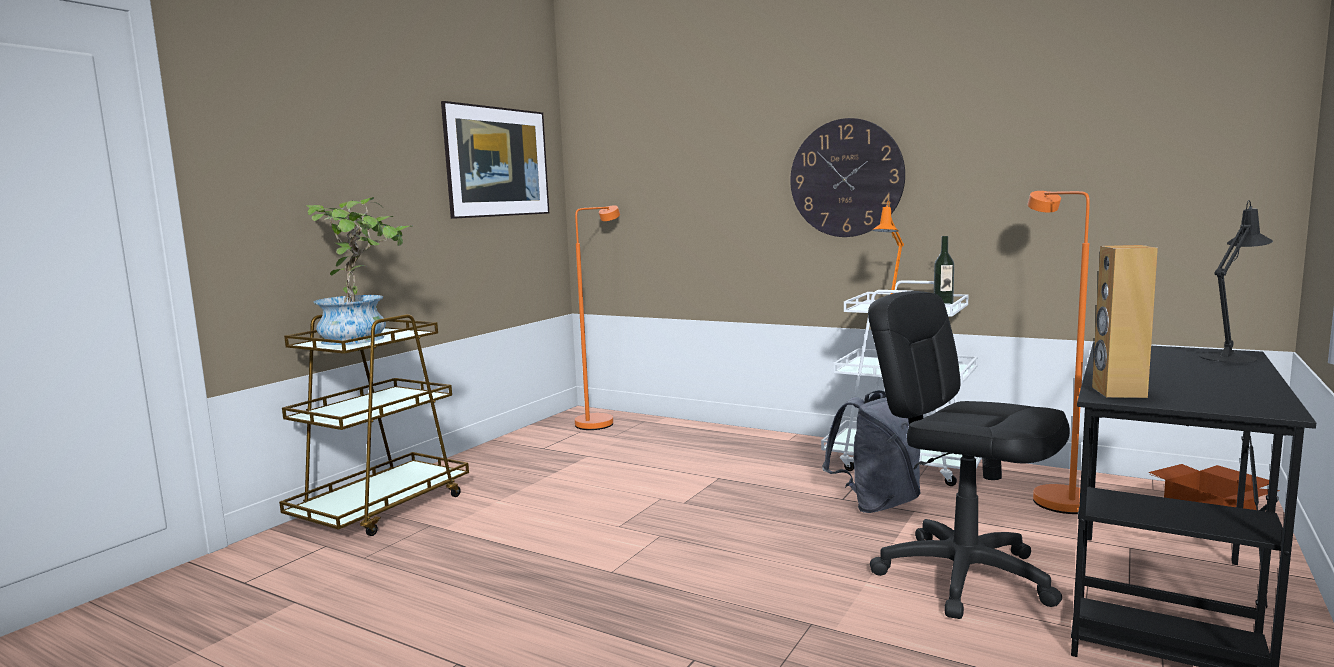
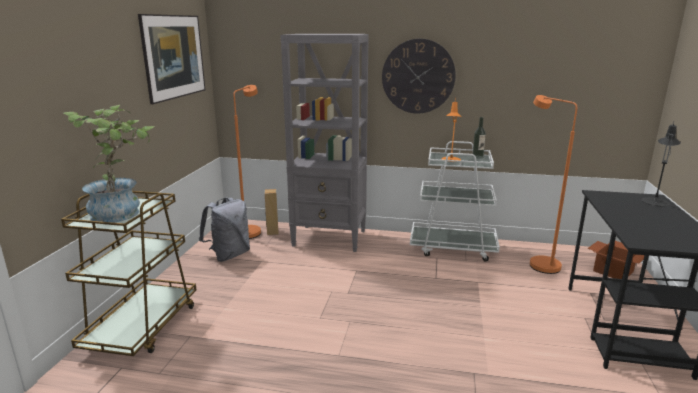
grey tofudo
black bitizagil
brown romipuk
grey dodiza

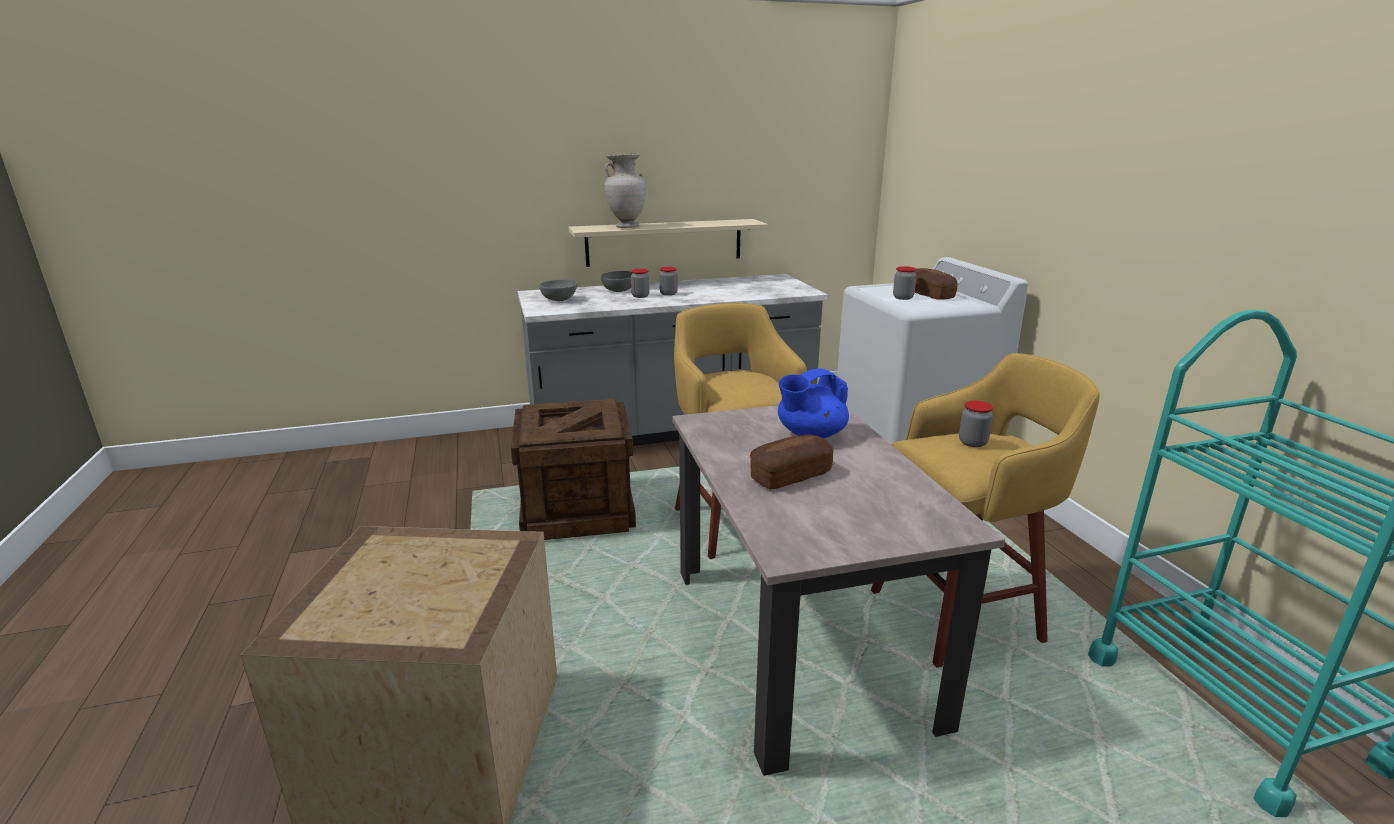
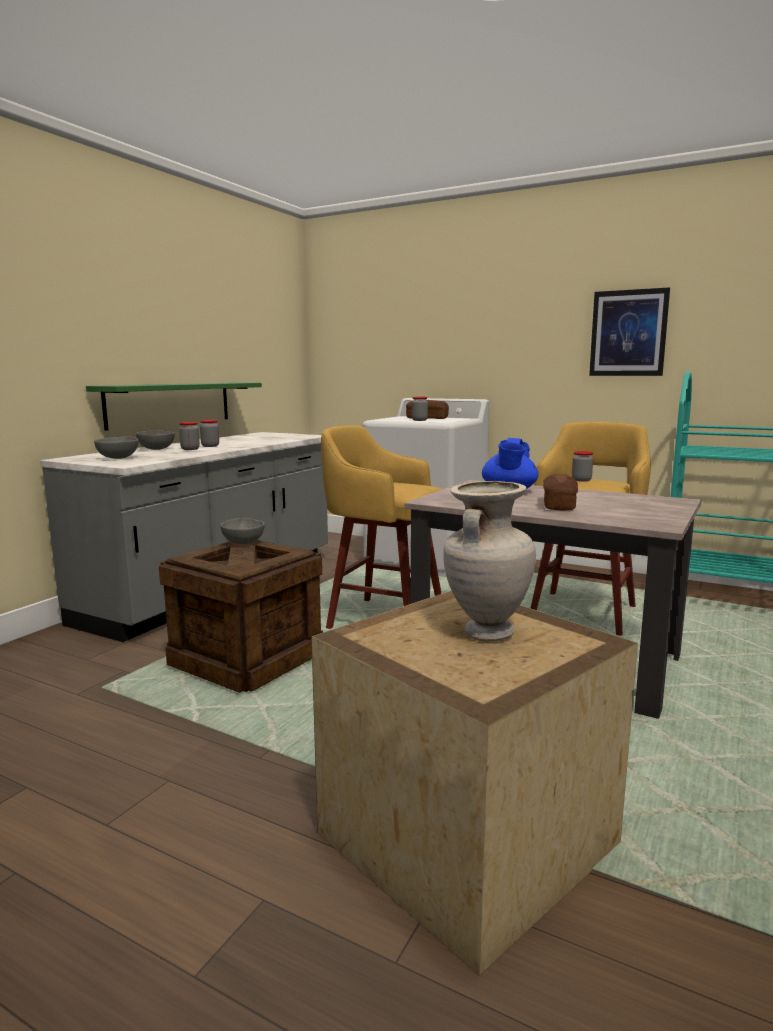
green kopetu
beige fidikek
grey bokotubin (3rd from left)
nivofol

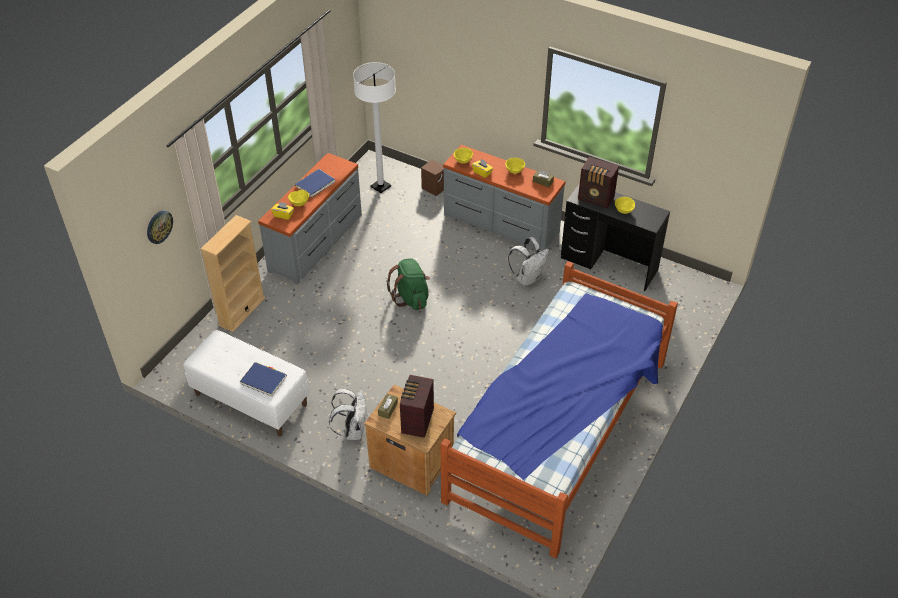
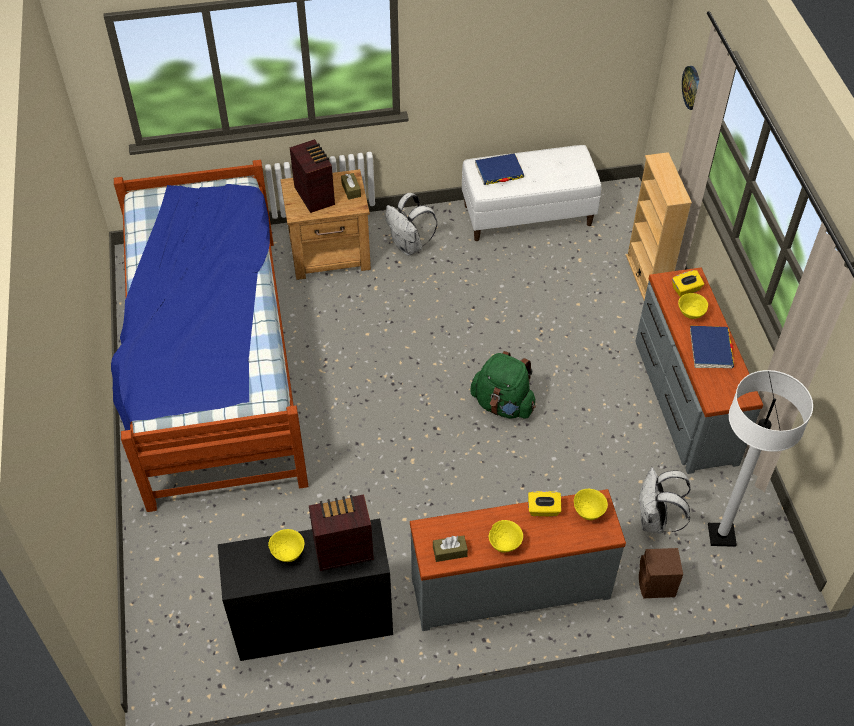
white tofudo (2nd from left)

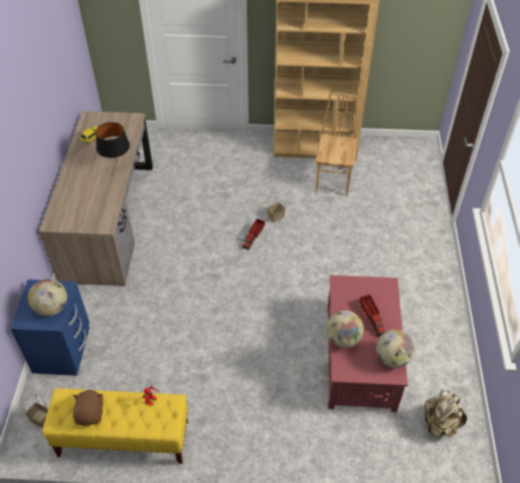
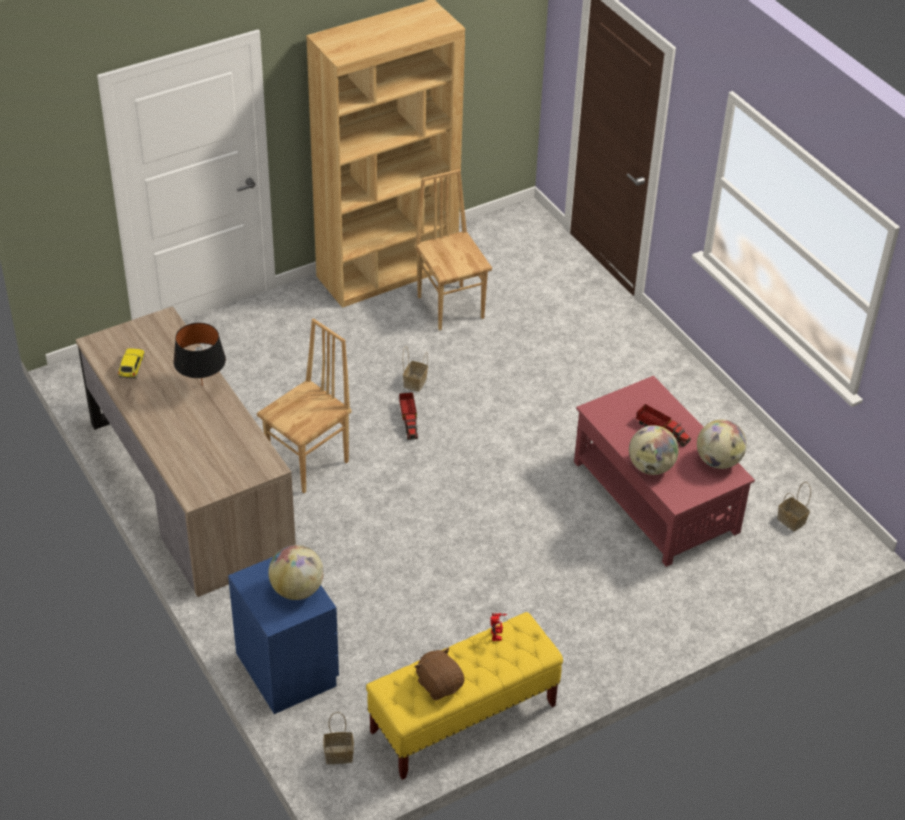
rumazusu (3rd from left)
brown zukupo (1st from left)

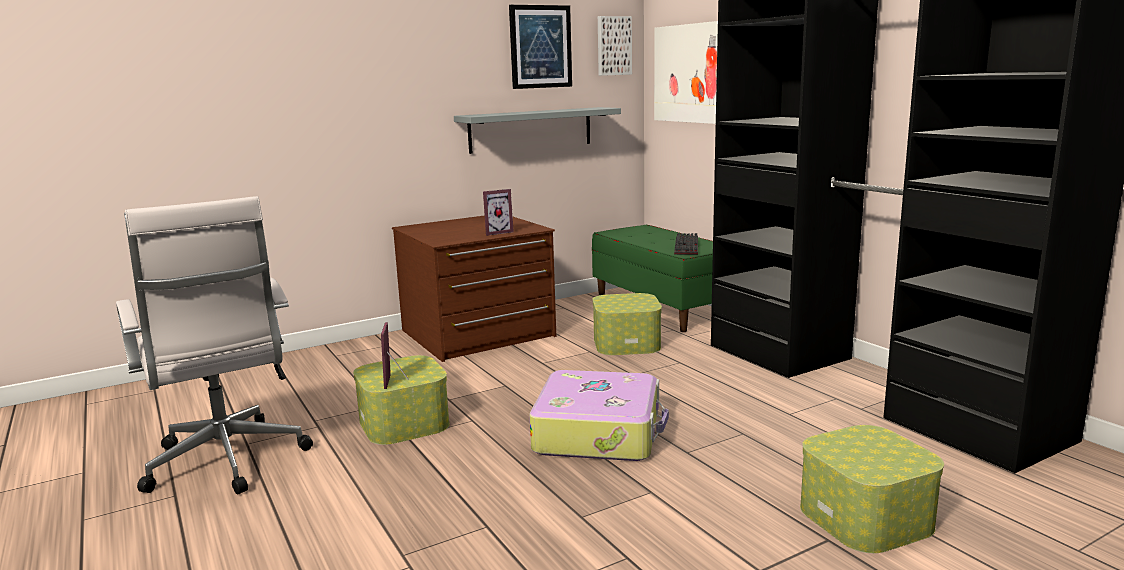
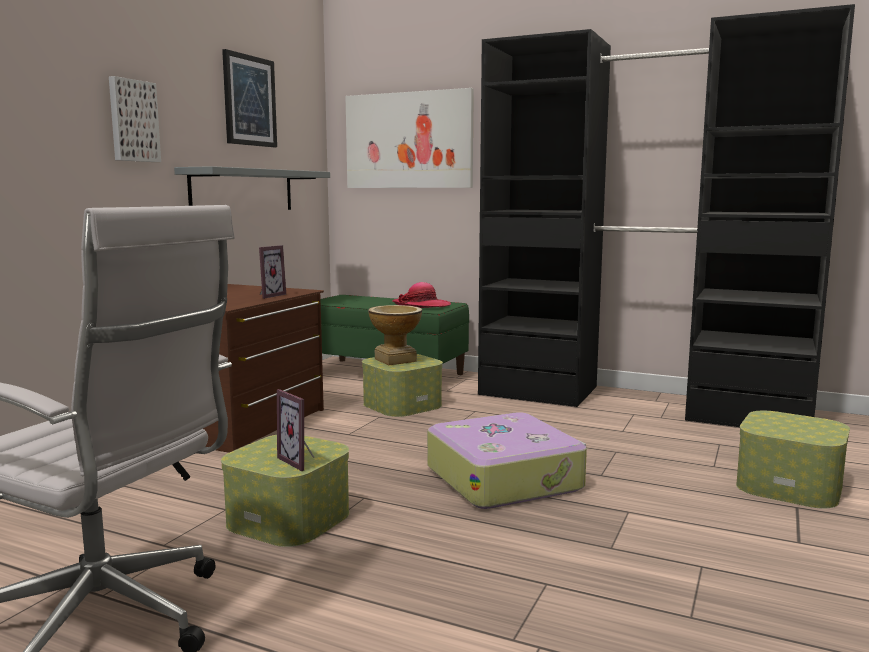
nivofol (1st from left)
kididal
fidikek

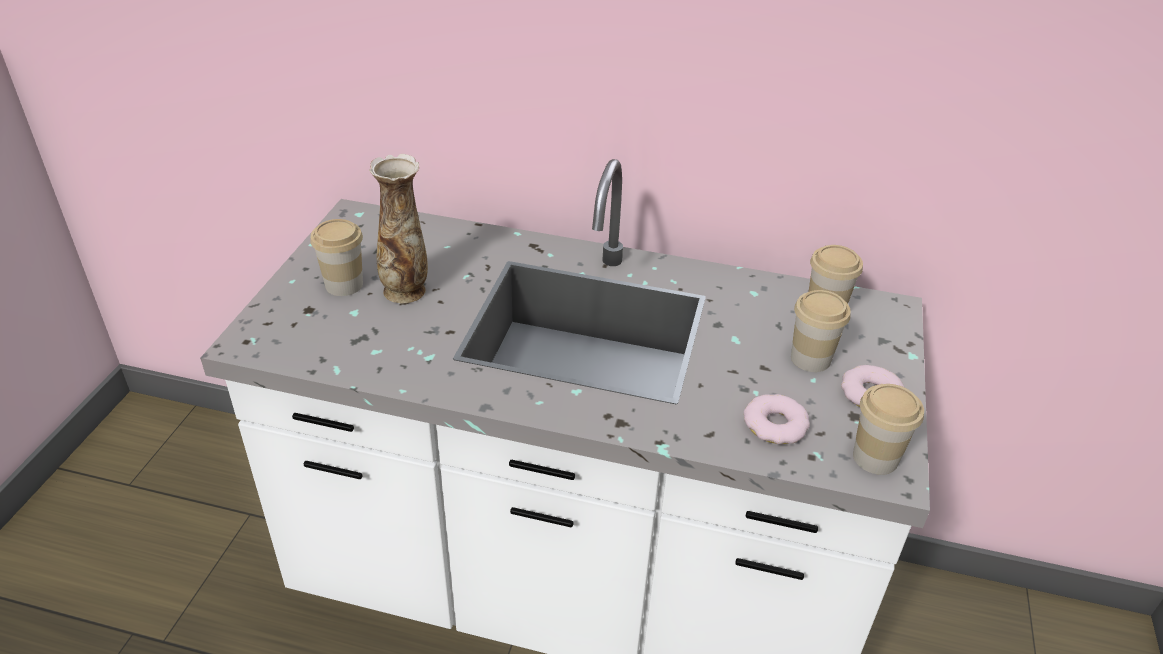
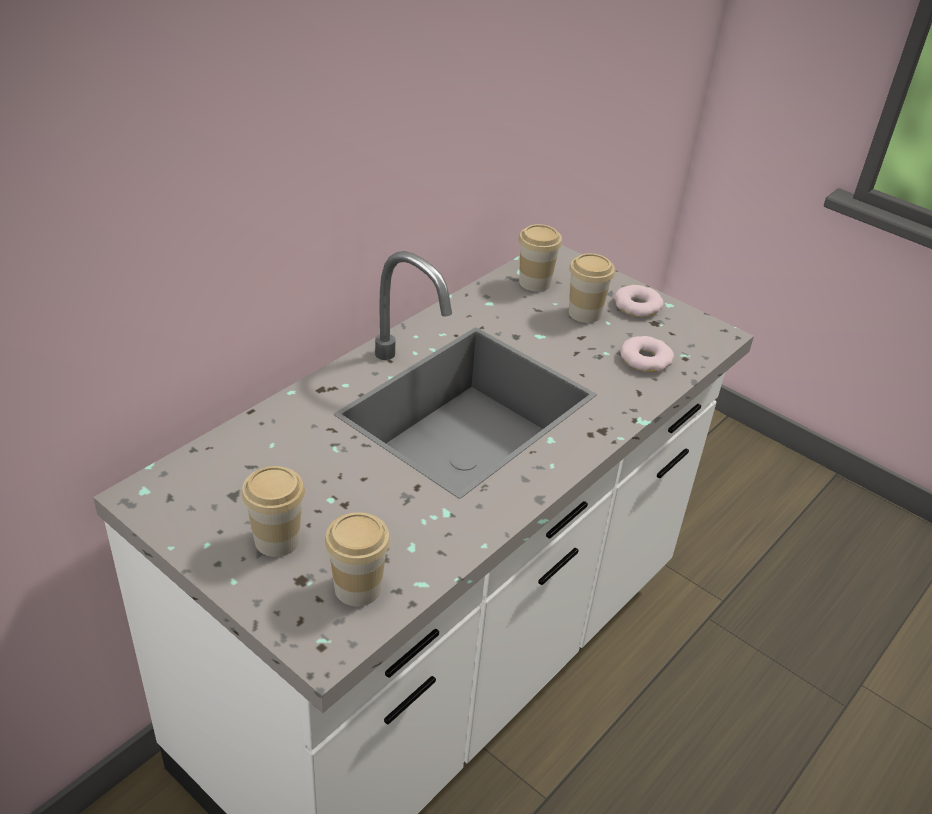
fidikek
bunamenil (2nd from left)

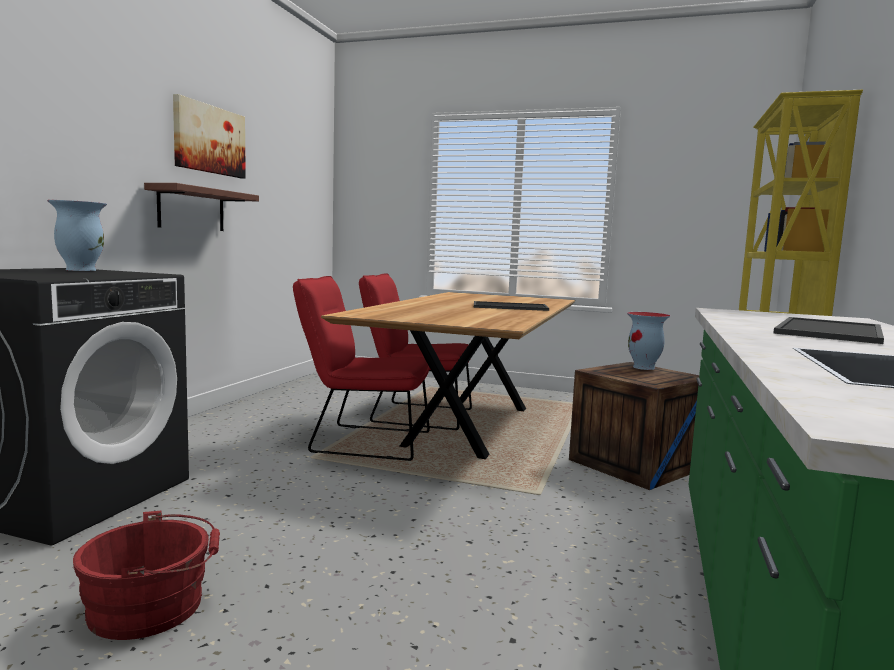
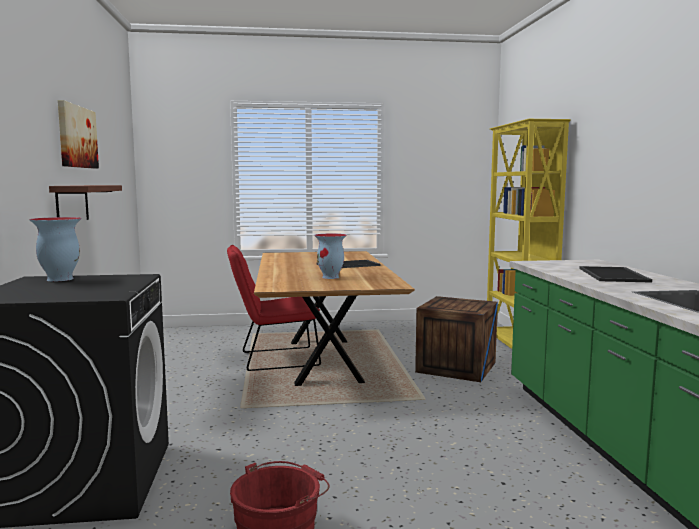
red zukupo (1st from left in the first image)
fidikek (2nd from left)

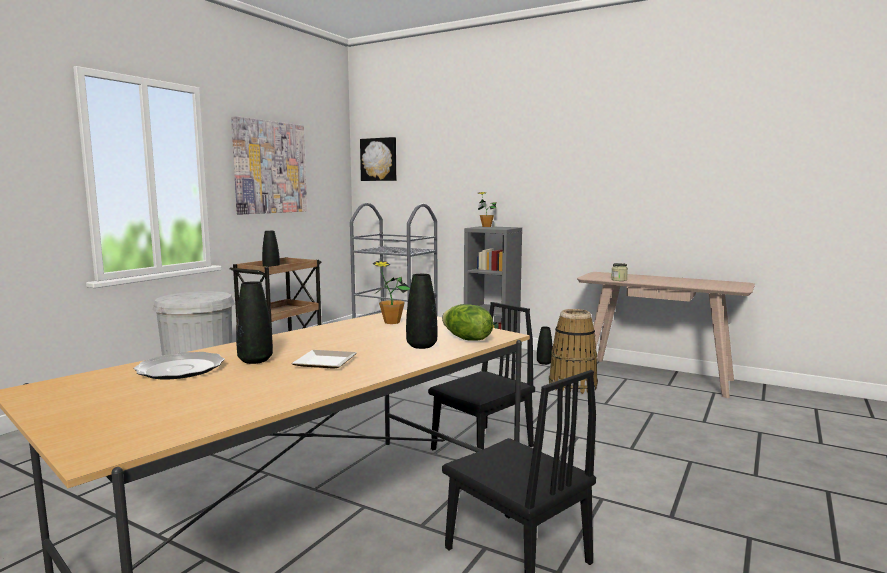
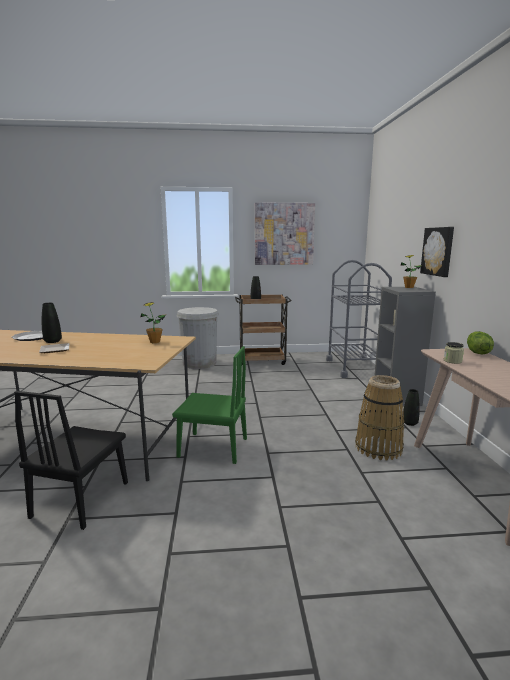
nivofol (2nd from left)
black fidikek (3rd from left in the first image)
green zukupo
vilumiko

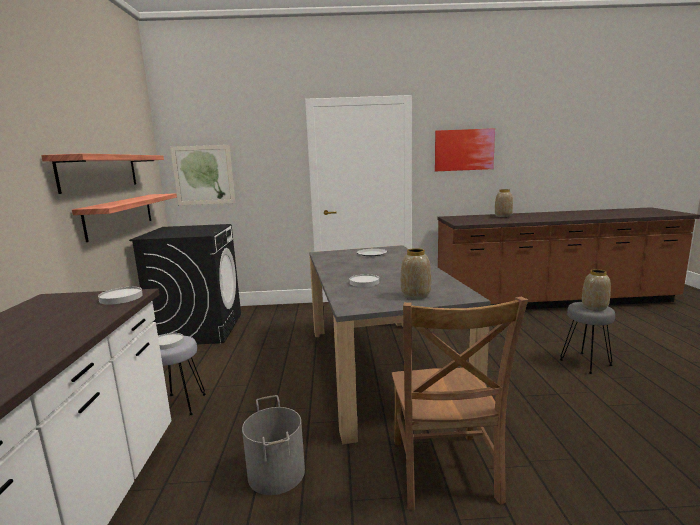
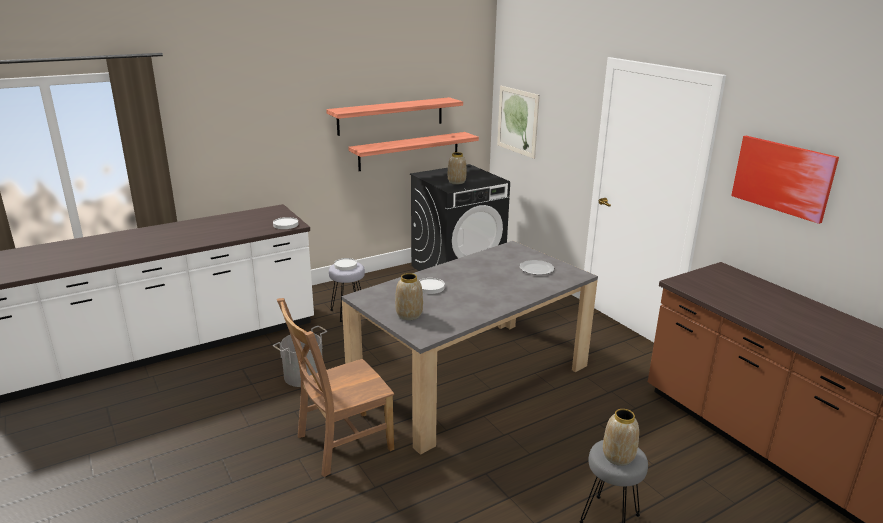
fidikek (2nd from left)

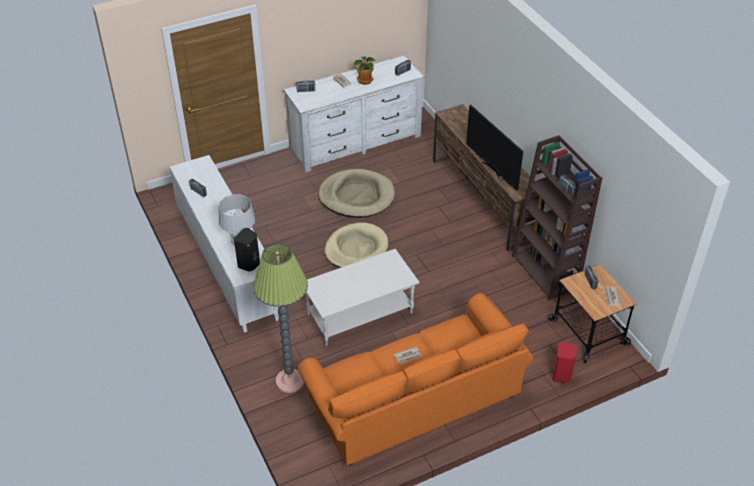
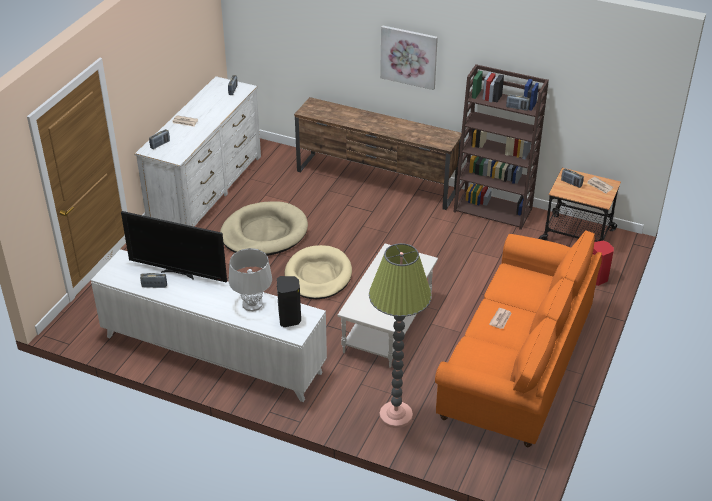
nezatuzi
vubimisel
nivofol

